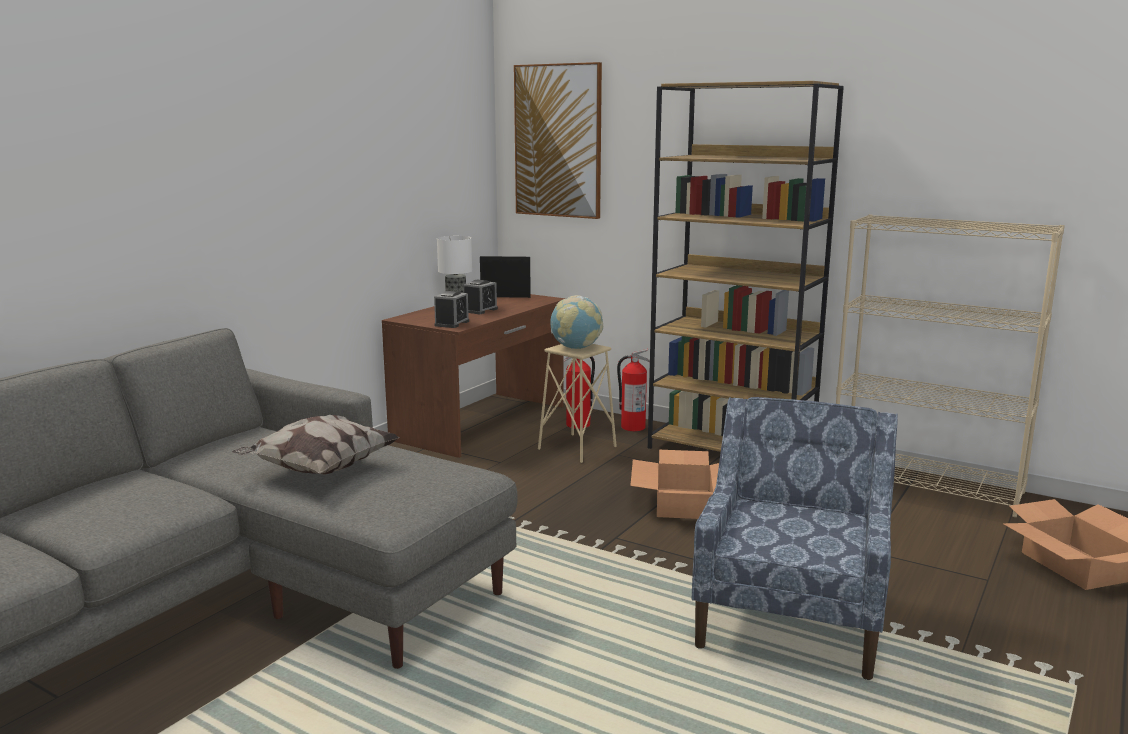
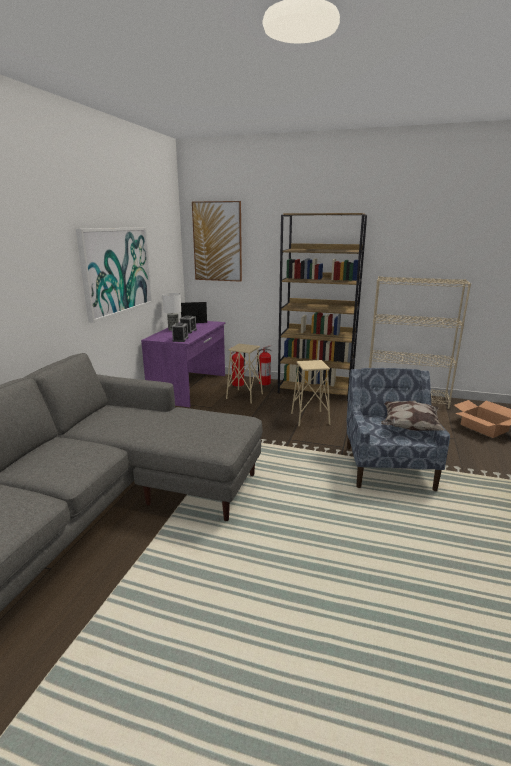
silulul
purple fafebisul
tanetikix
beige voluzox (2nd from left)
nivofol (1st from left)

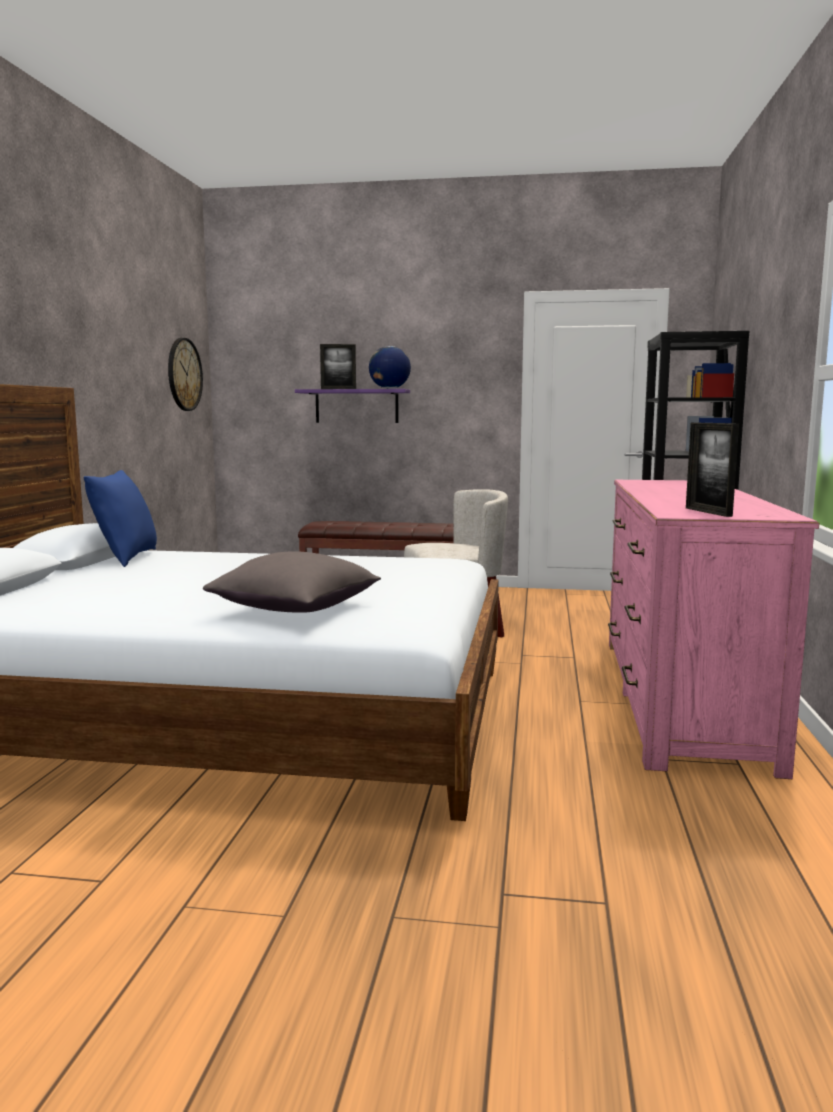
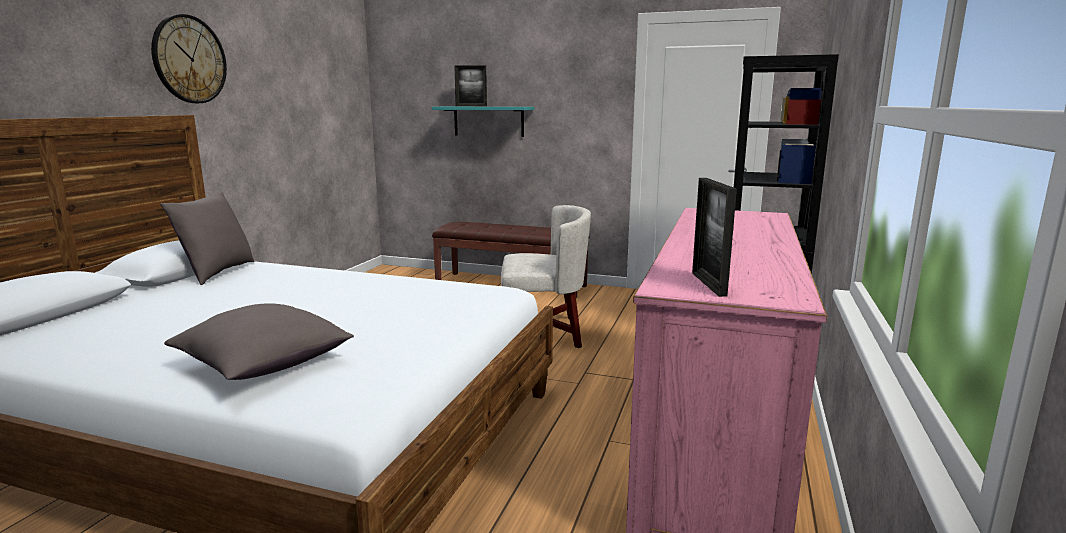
grey silulul (1st from left)
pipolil
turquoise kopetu
tanetikix

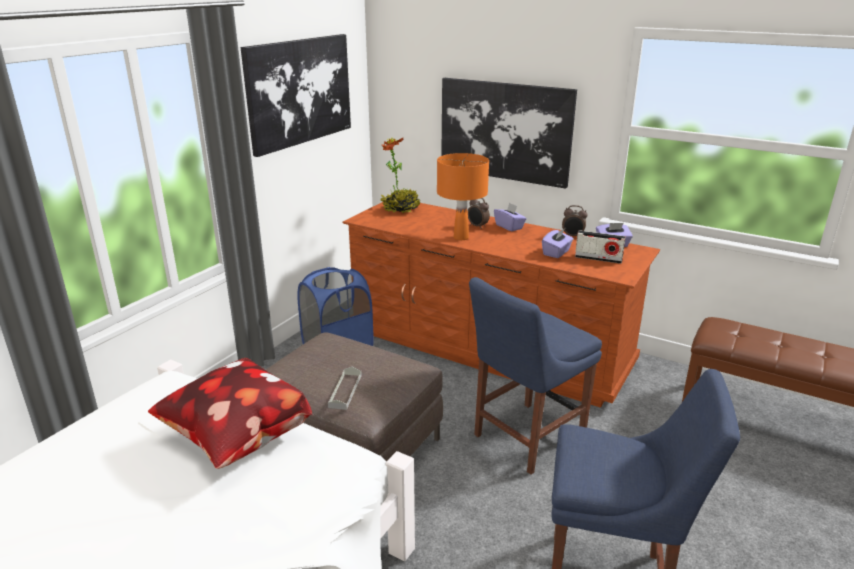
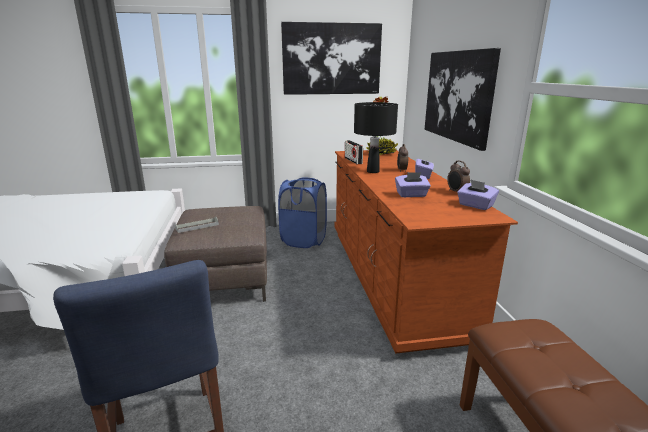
silulul
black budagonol
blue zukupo (1st from left in the first image)
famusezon

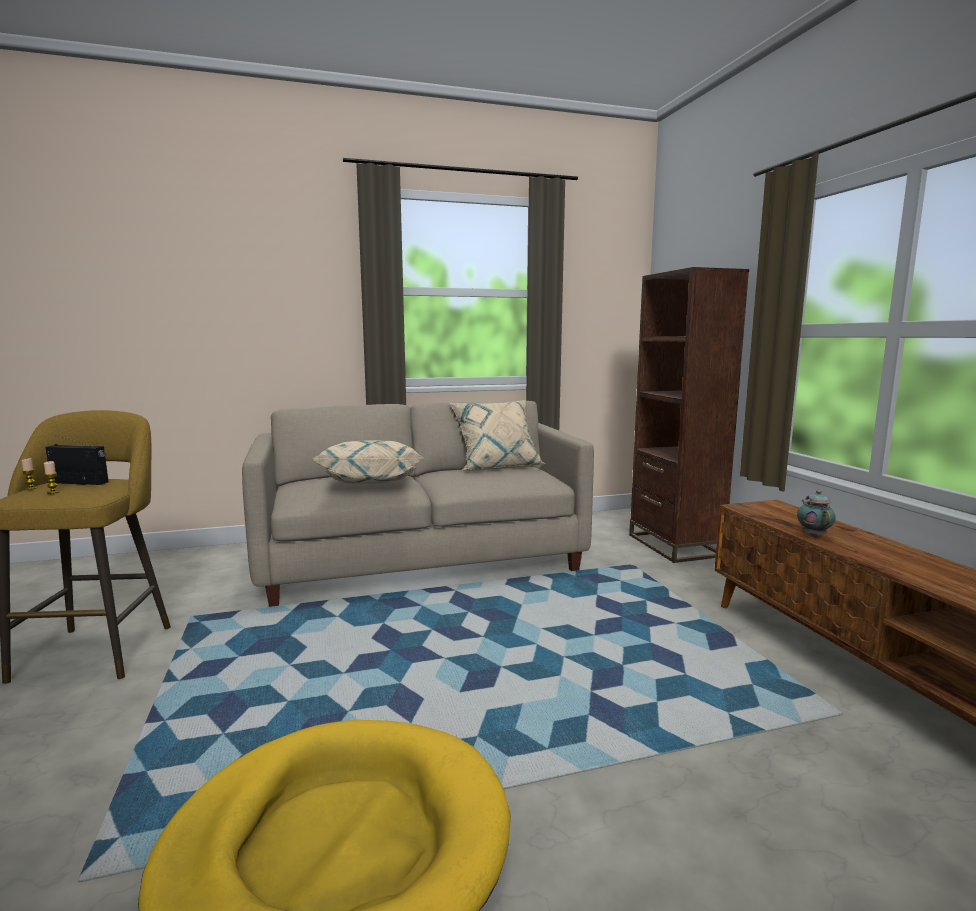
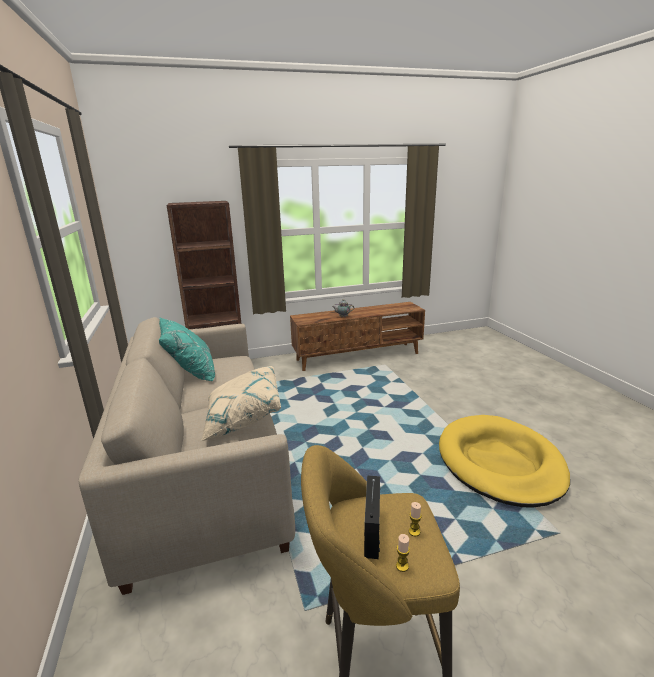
turquoise silulul

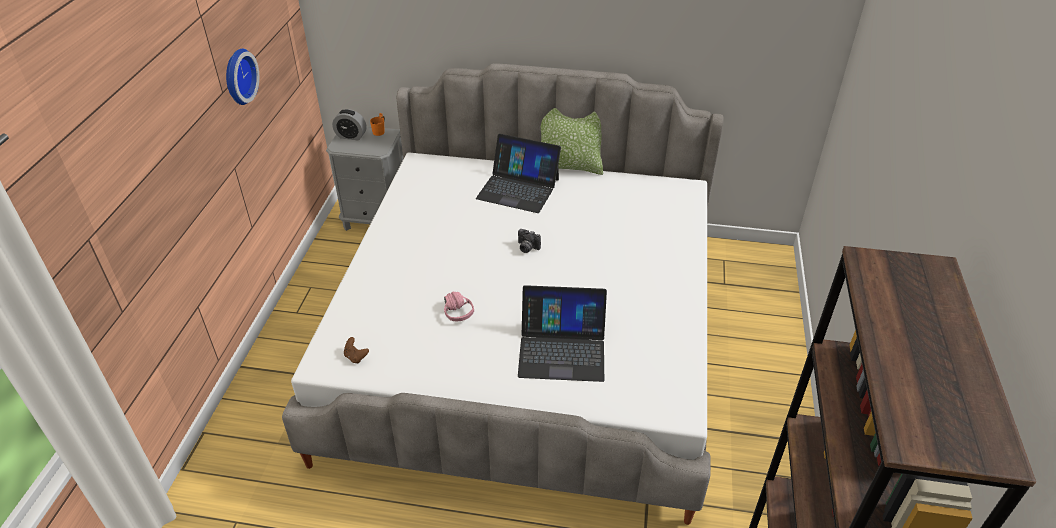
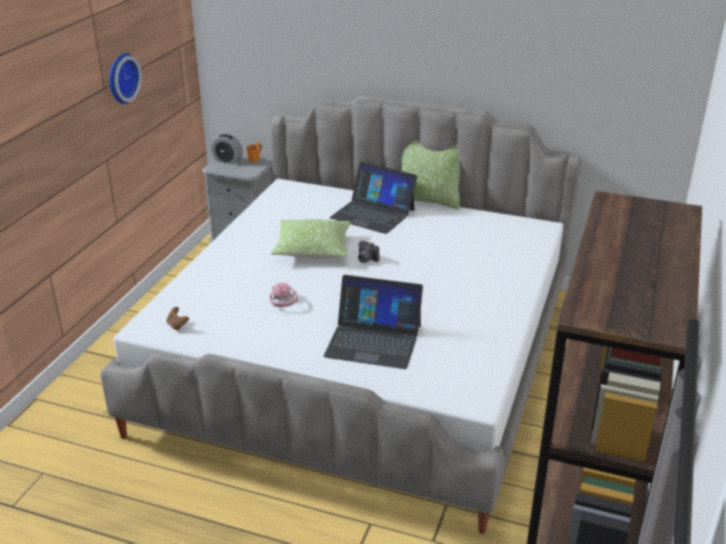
silulul (1st from left)

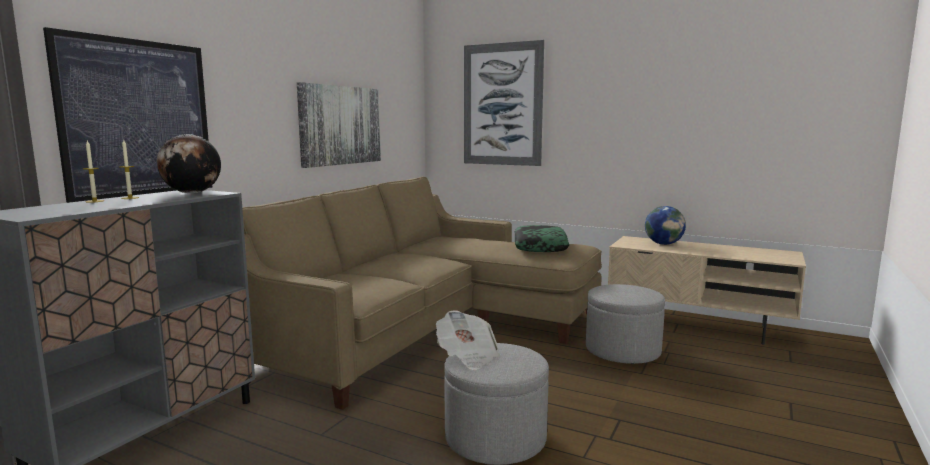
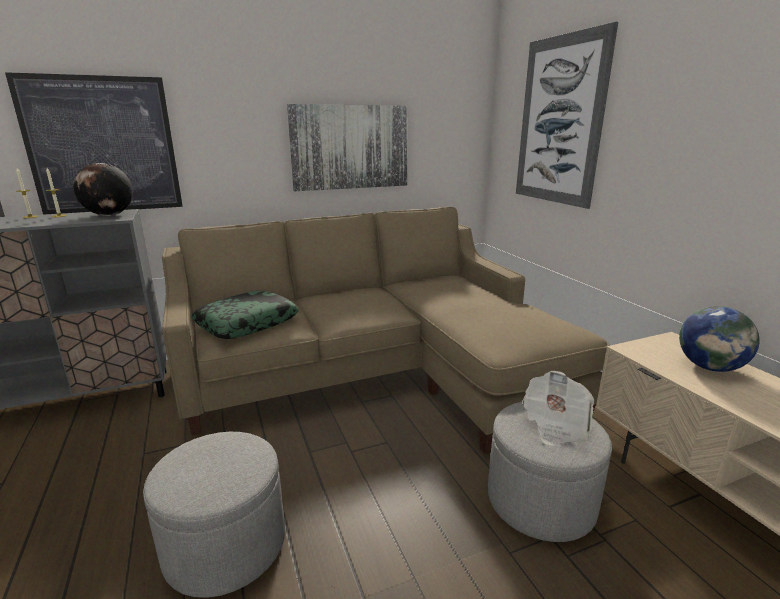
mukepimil
silulul

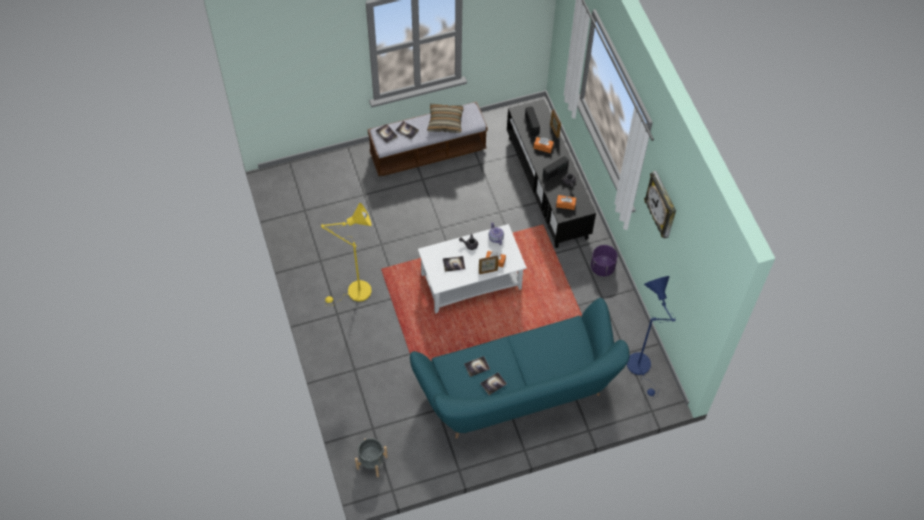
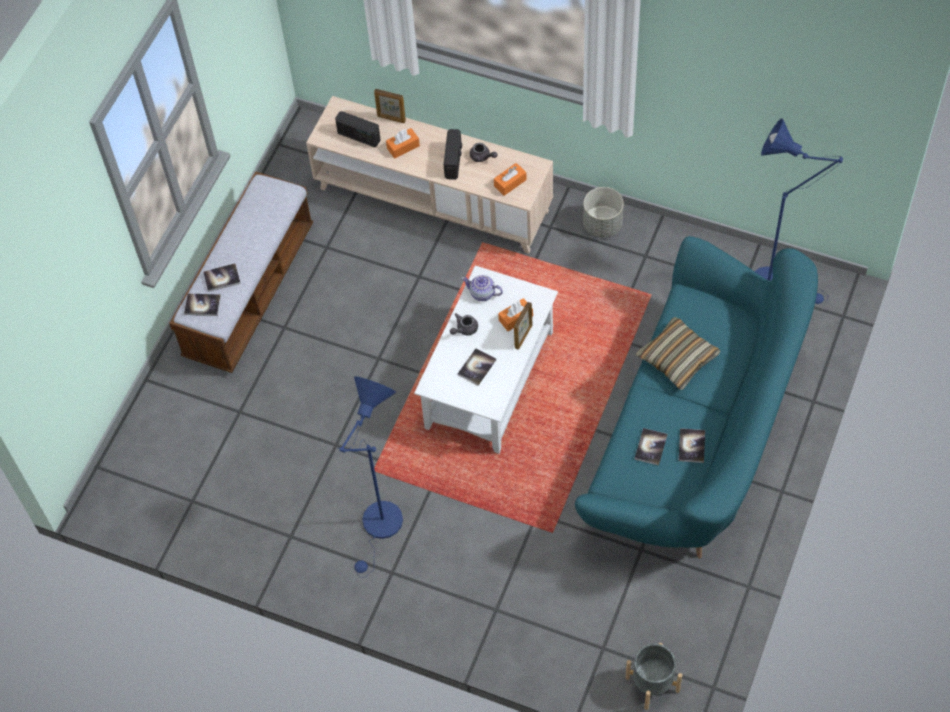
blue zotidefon (1st from left)
silulul
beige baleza
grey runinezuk (1st from left)
pipolil

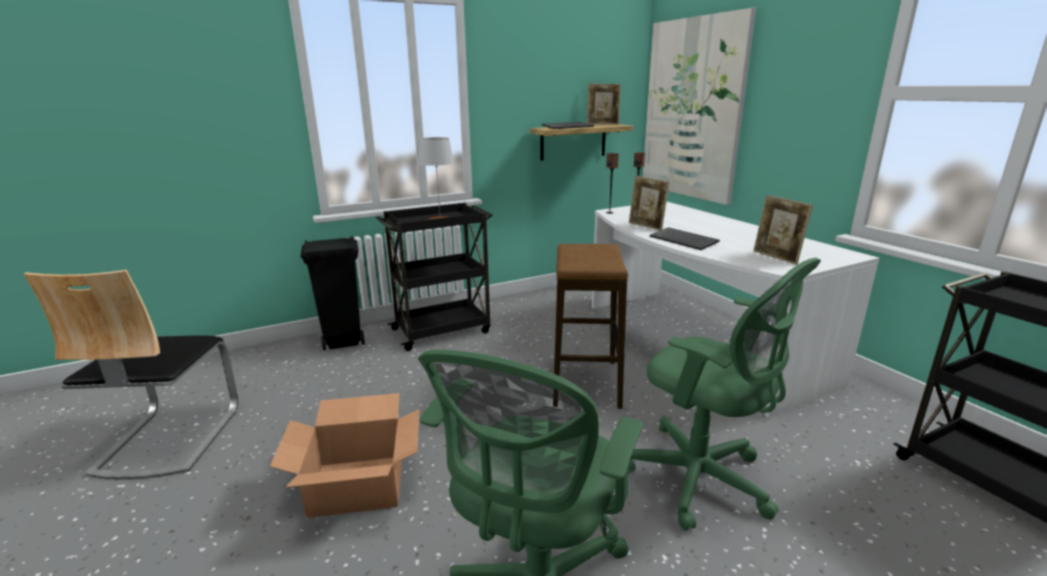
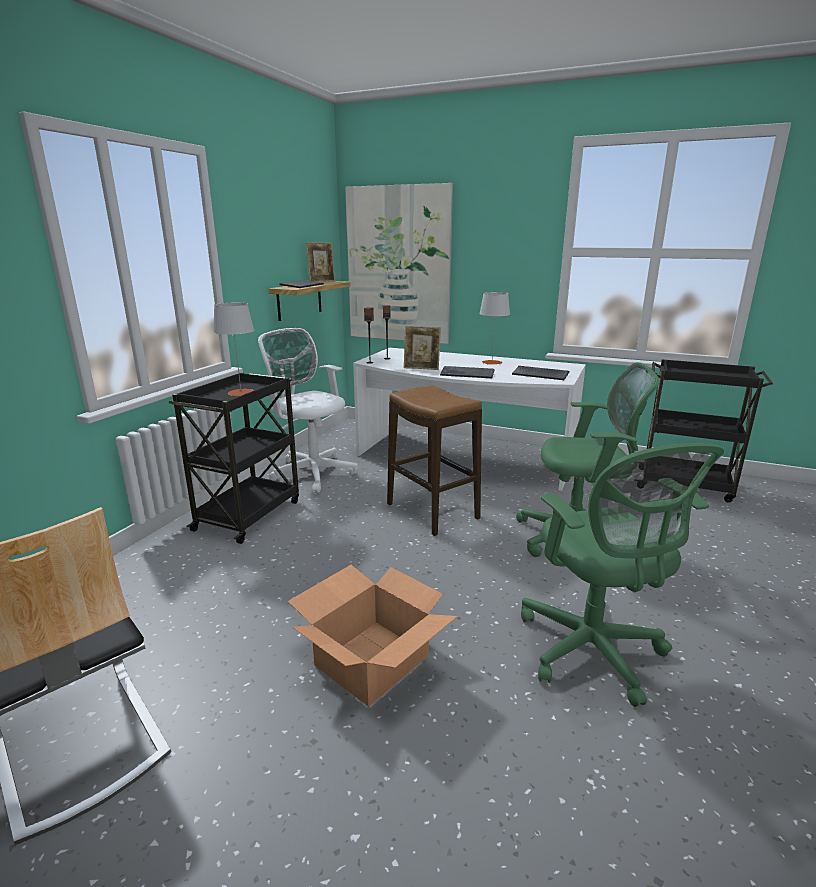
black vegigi
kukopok (3rd from left)
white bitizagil
grey budagonol (2nd from left)

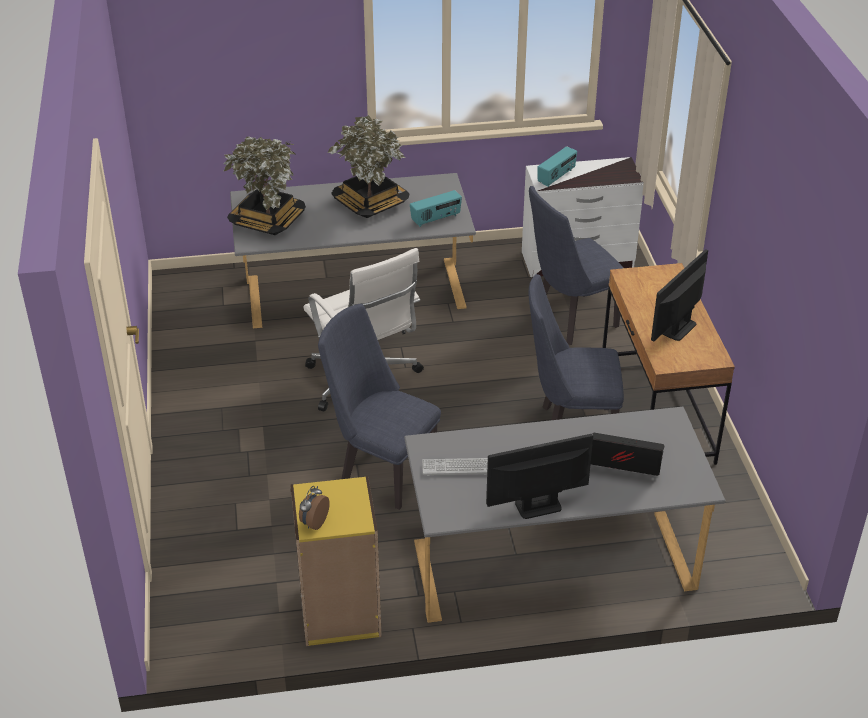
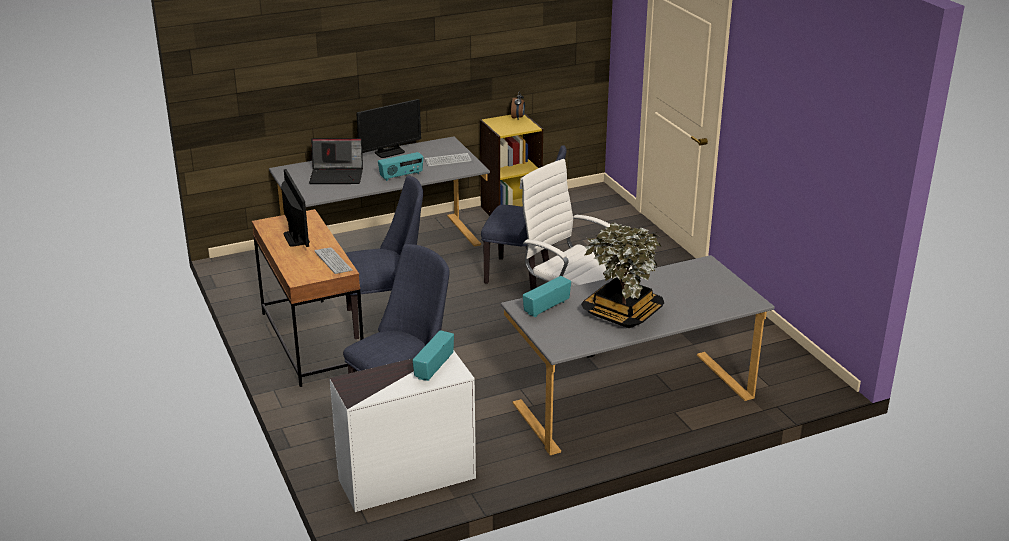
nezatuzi (1st from left in the first image)
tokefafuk (1st from left)
kukopok (1st from left)
famusezon (1st from left)

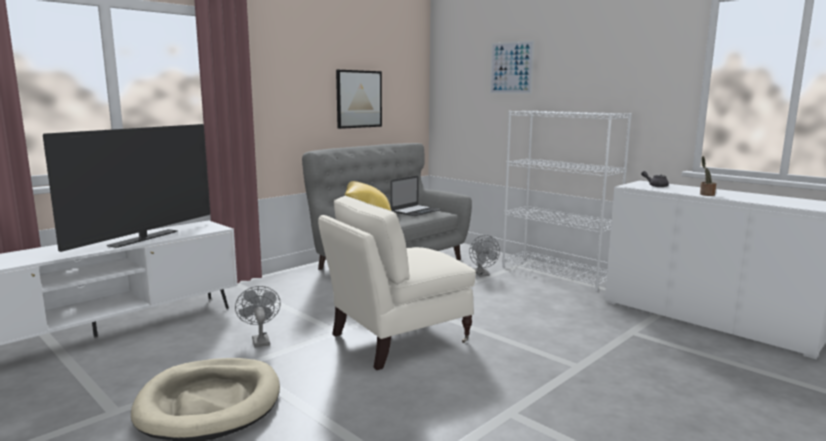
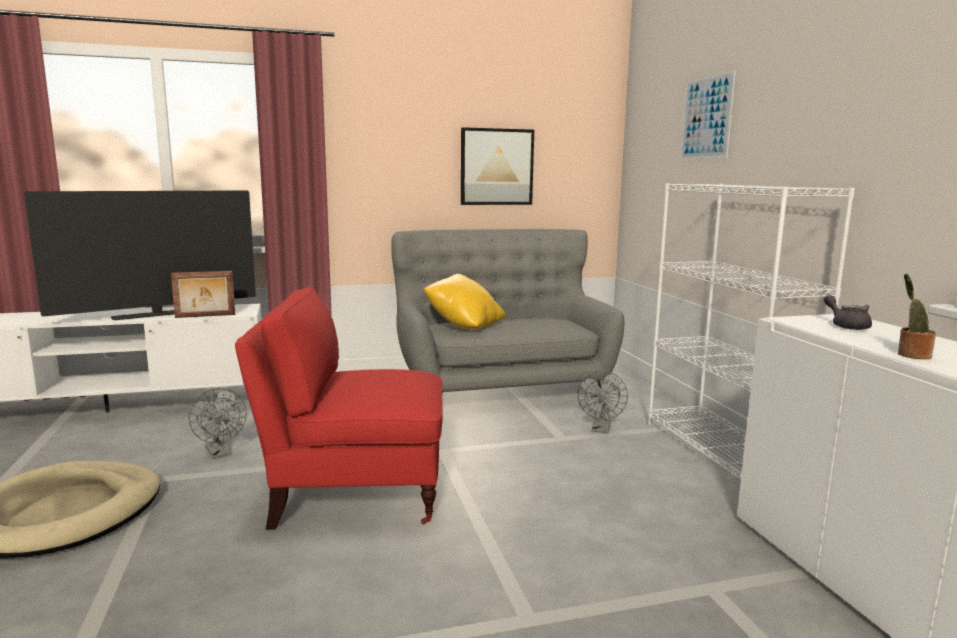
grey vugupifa (1st from left)
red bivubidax
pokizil
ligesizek

